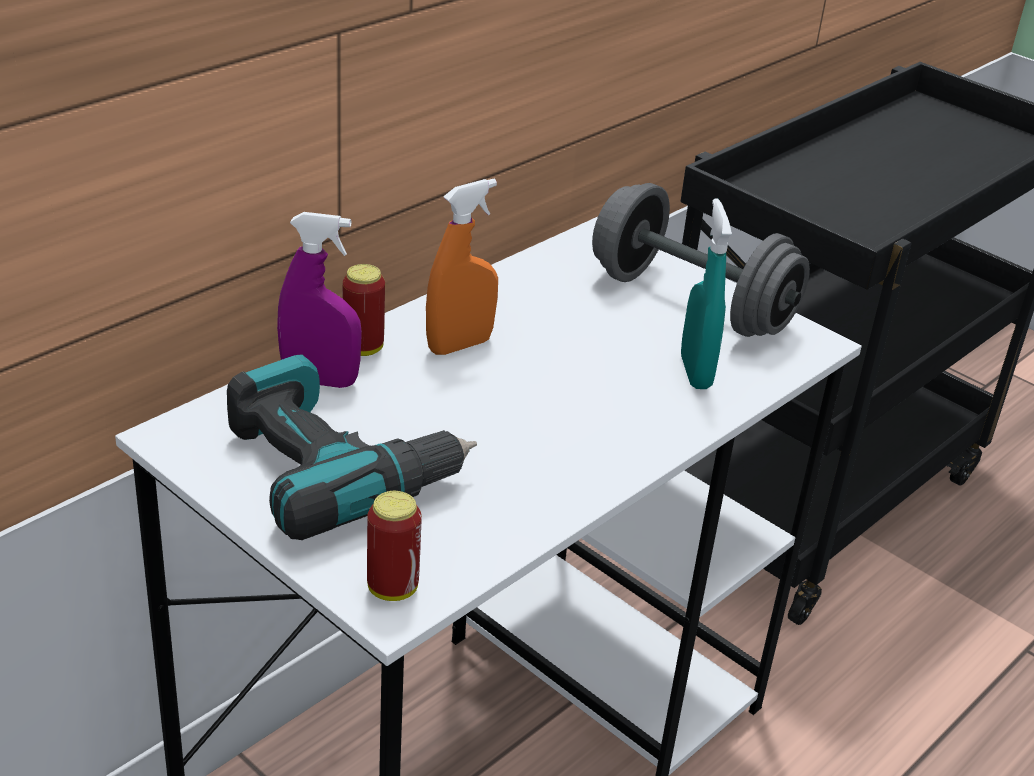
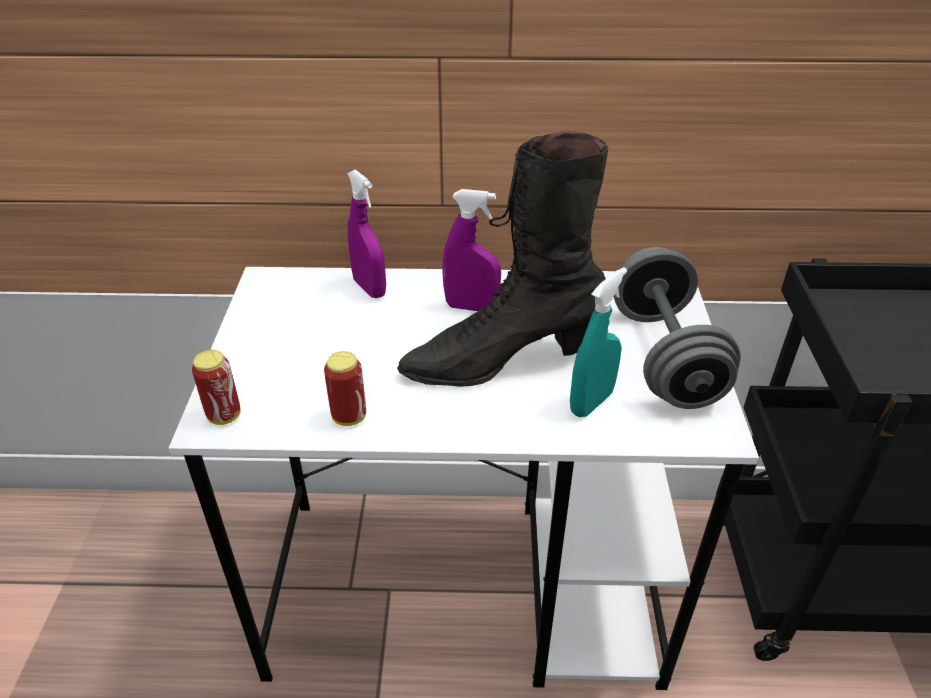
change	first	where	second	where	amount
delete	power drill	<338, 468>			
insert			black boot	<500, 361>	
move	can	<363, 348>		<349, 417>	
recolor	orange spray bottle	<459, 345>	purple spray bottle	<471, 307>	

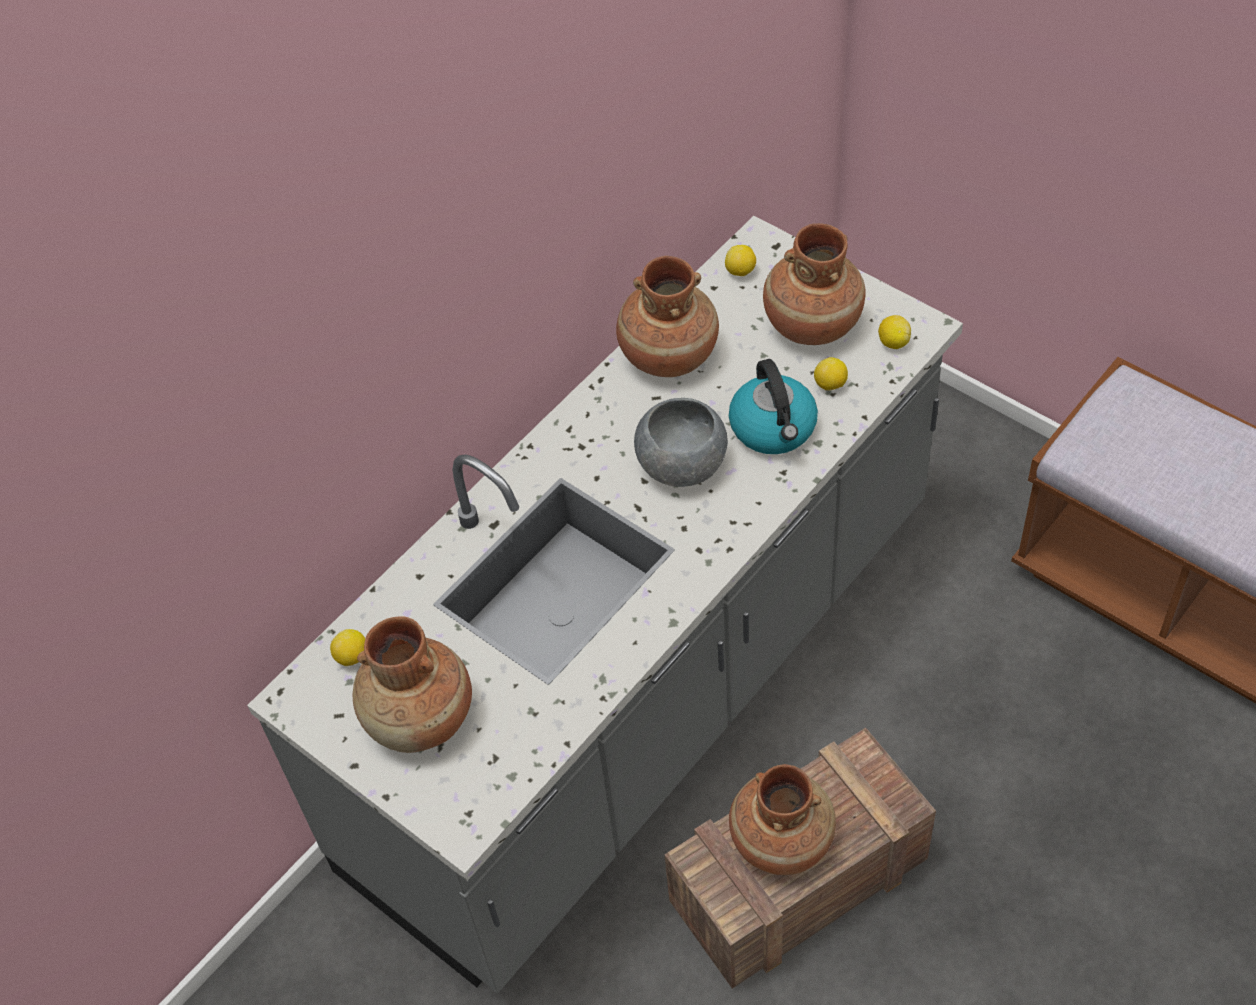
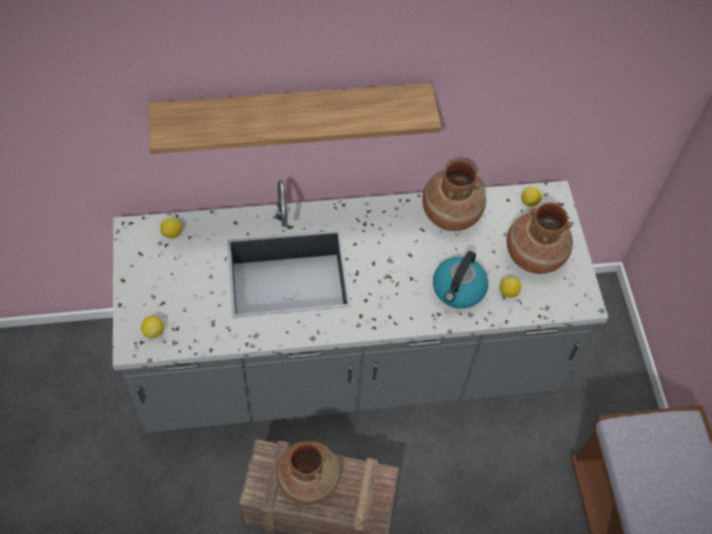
change	first	where	second	where	amount
delete	brown vase	<420, 719>			
delete	grey bowl	<682, 464>			
insert			shelf	<292, 115>	
move	lemon	<893, 342>		<153, 331>	

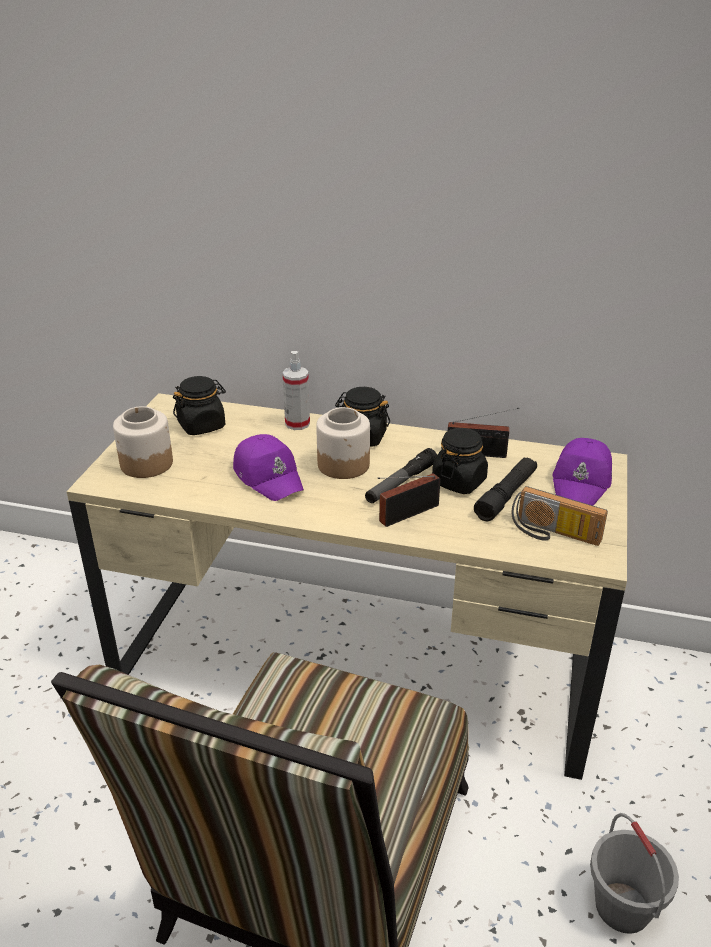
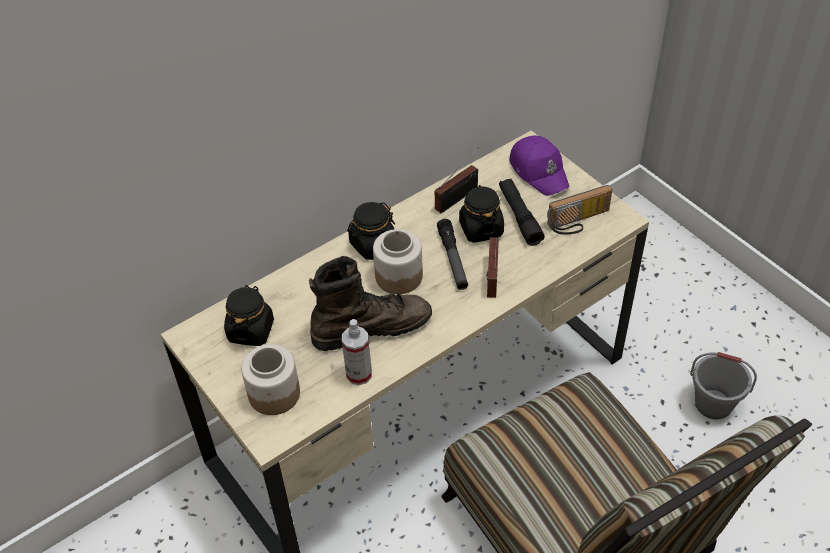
change	first	where	second	where	amount
move	spray bottle	<297, 423>		<359, 374>	
replace	purple cap	<269, 476>	brown boot	<371, 327>	

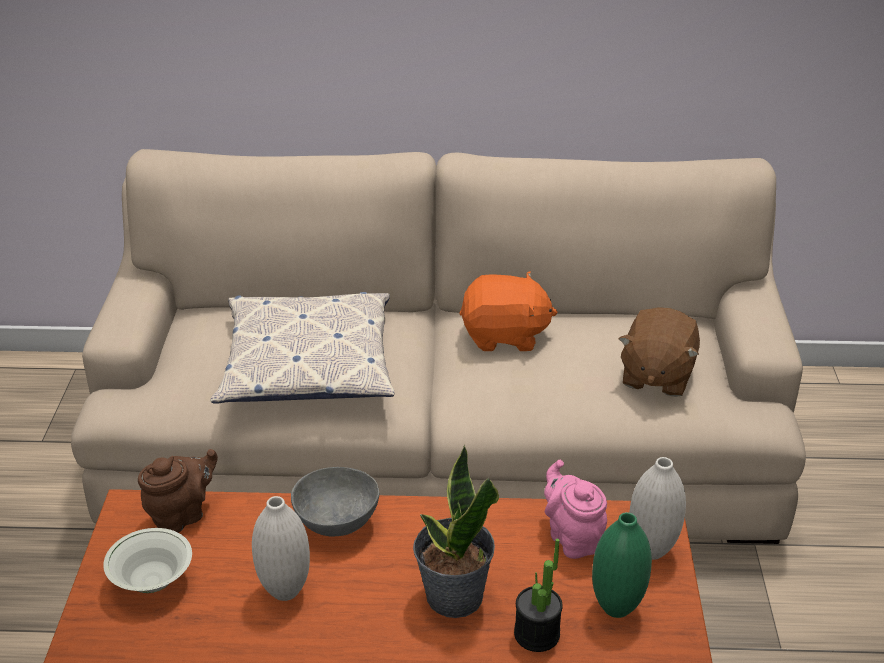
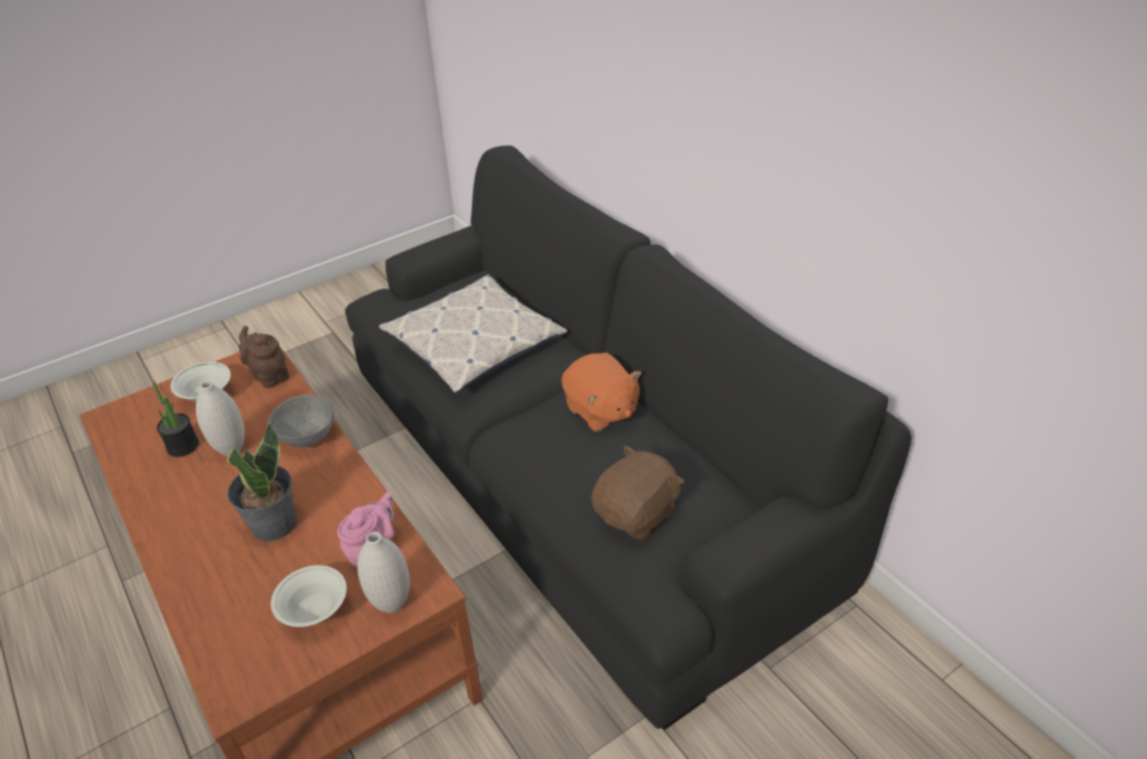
change	first	where	second	where	amount
move	potted plant	<536, 634>		<183, 446>	
replace	green vase	<616, 607>	white bowl	<315, 612>	
recolor	beige sofa	<442, 447>	black sofa	<579, 472>	
rotate	brown teapot	<182, 516>		<269, 375>	150 degrees counterclockwise
rotate	brown plush toy	<656, 376>		<637, 514>	150 degrees clockwise

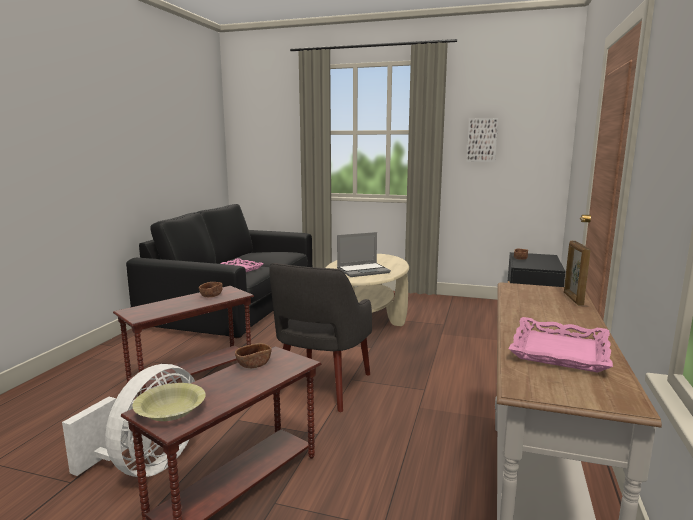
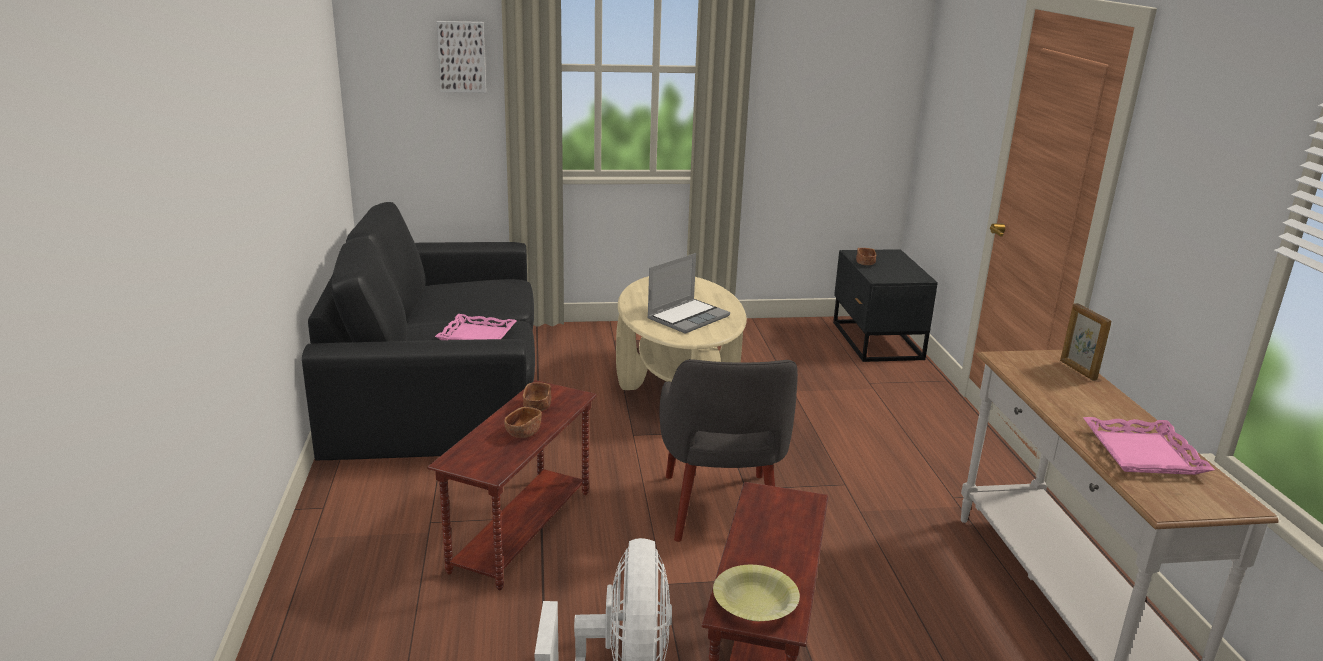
change	first	where	second	where	amount
move	brown bowl	<253, 364>		<523, 432>	
move	picture	<482, 140>		<462, 56>	

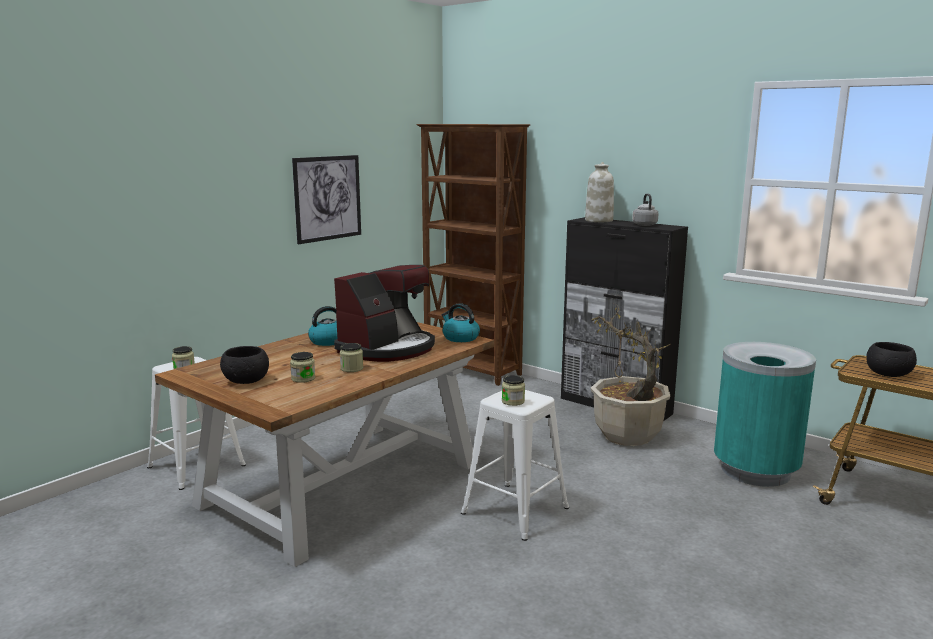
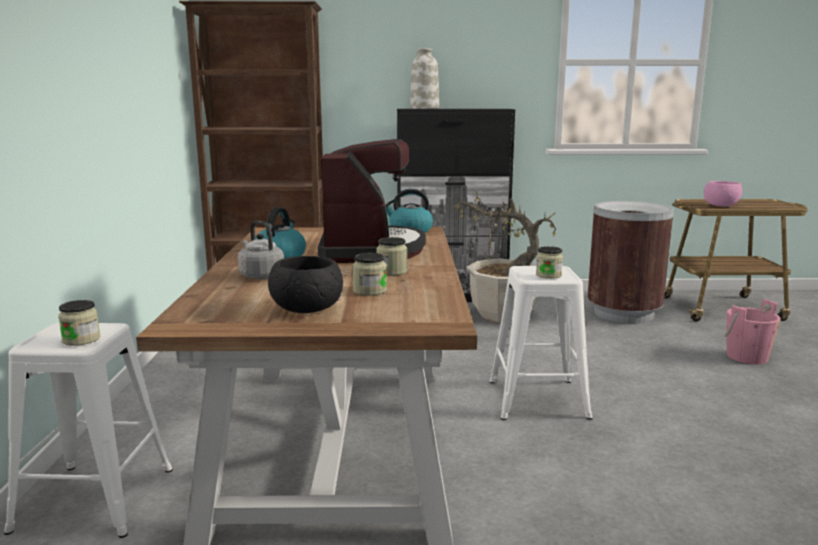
change	first	where	second	where	amount
delete	picture	<328, 198>			
insert			pink bucket	<747, 357>	
move	grey kettle	<644, 224>		<260, 275>	
recolor	turquoise trash can	<755, 470>	brown trash can	<623, 313>	
recolor	black bowl	<888, 374>	pink bowl	<720, 205>	

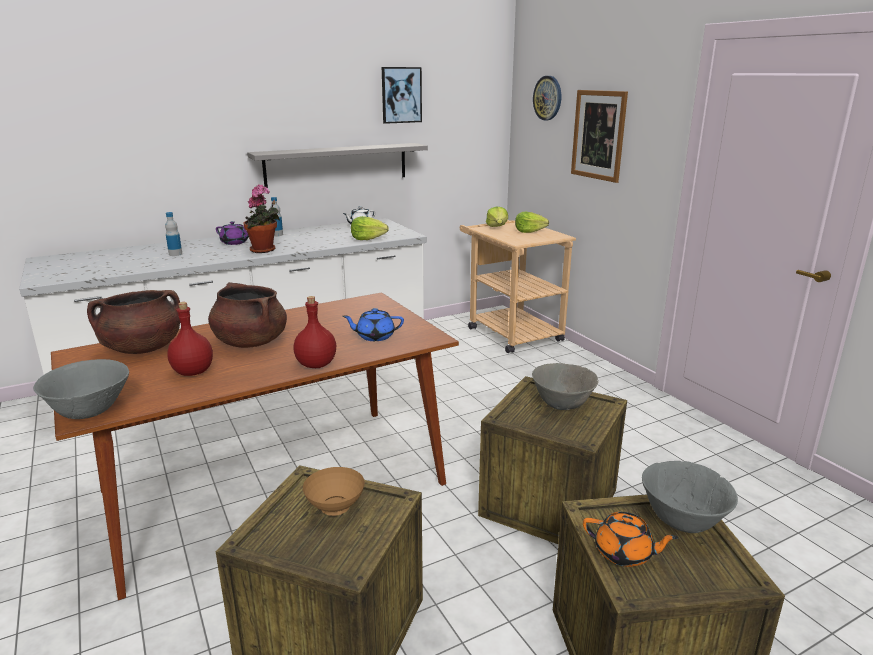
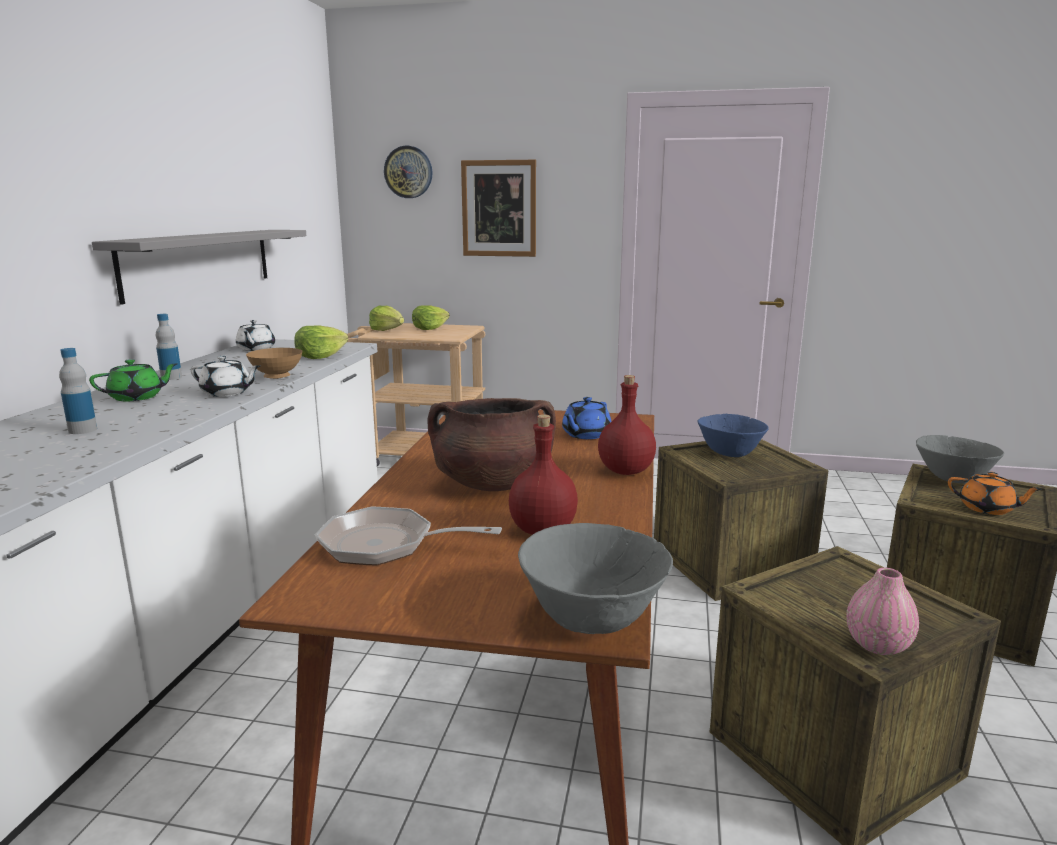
change	first	where	second	where	amount
delete	picture	<401, 95>			
insert			pink vase	<877, 645>	
move	brown bowl	<336, 507>		<276, 377>	
replace	brown cooking pot	<142, 348>	frying pan	<386, 545>	
replace	potted plant	<264, 250>	white teapot	<227, 393>	
recolor	purple teapot	<235, 243>	green teapot	<137, 397>	
recolor	grey bowl	<562, 404>	blue bowl	<729, 454>	
rotate	orange teapot	<624, 553>		<987, 509>	60 degrees clockwise

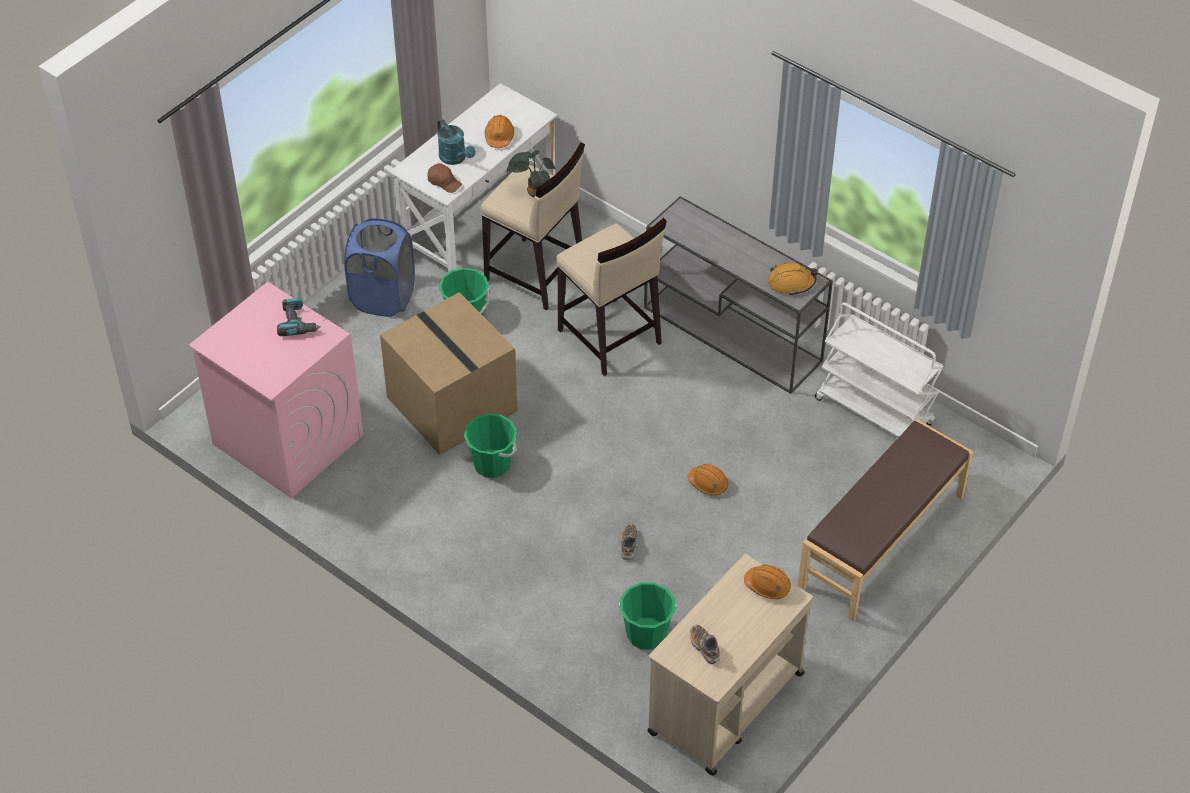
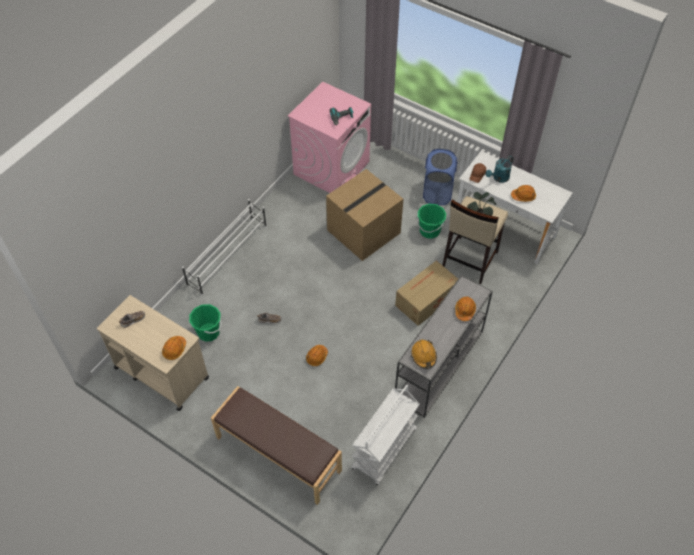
change	first	where	second	where	amount
delete	green bucket	<492, 464>			
insert			white shoe rack	<228, 255>	
insert			orange hard hat	<465, 310>	
replace	beige stool	<609, 338>	cardboard box	<425, 300>	

